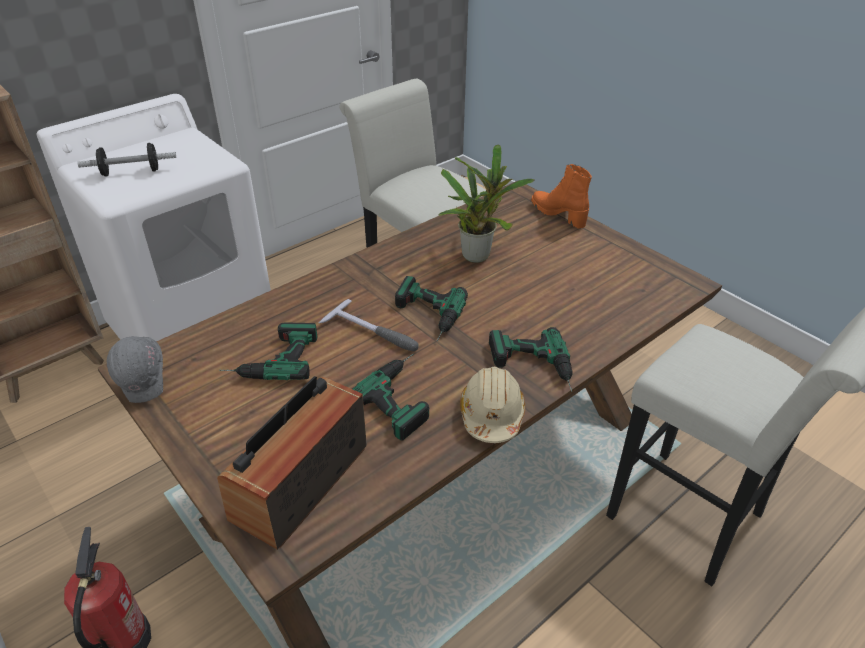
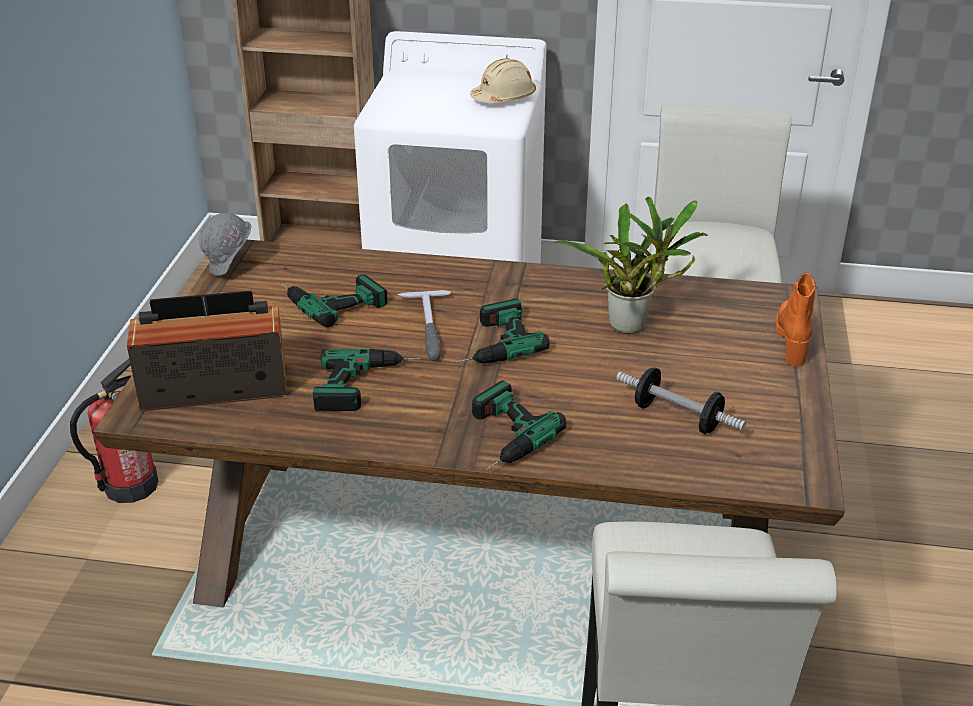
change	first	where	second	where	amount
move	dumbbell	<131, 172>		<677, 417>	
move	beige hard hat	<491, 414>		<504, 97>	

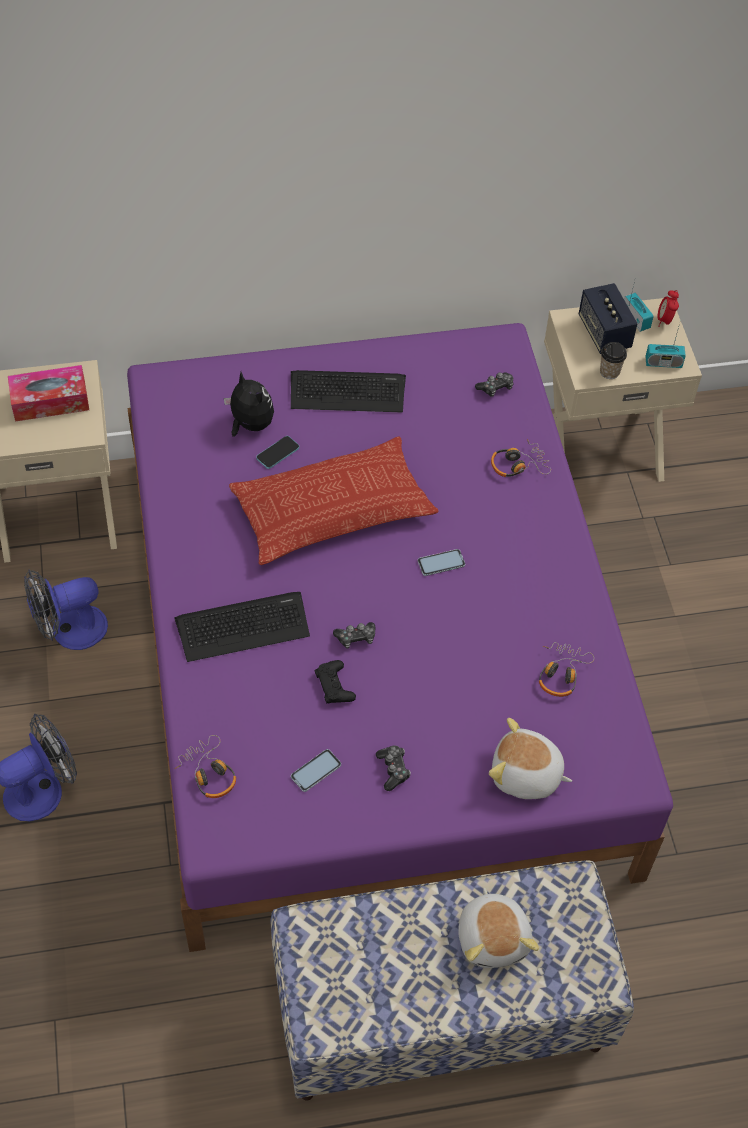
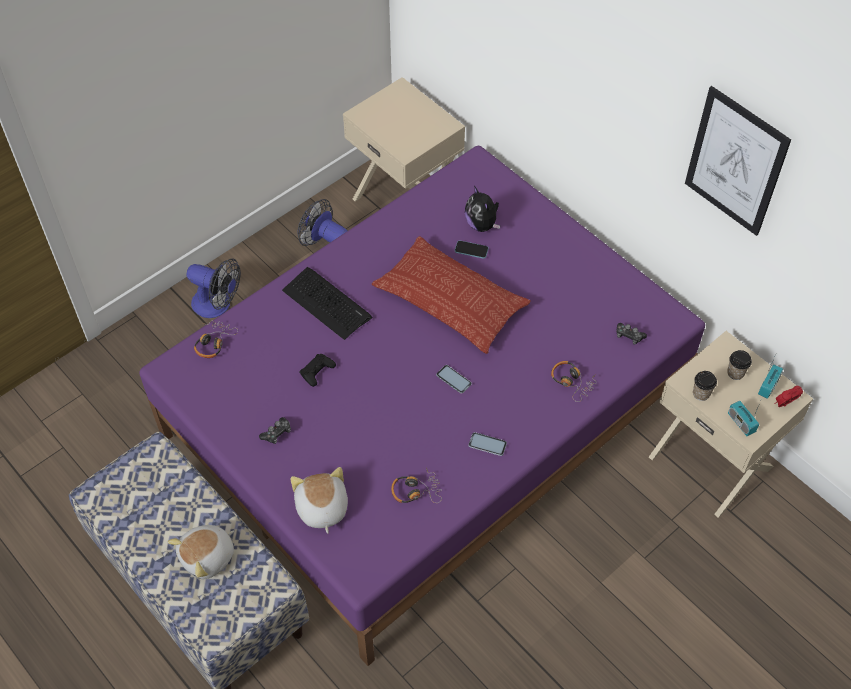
change	first	where	second	where	amount
delete	tissue box	<50, 401>			
delete	keyboard	<347, 392>			
delete	game controller	<356, 638>			
insert			picture	<735, 162>	
move	phone	<316, 771>		<487, 444>	
replace	speaker	<604, 333>	cup	<735, 373>	
rotate	plush toy	<250, 424>		<482, 225>	135 degrees clockwise

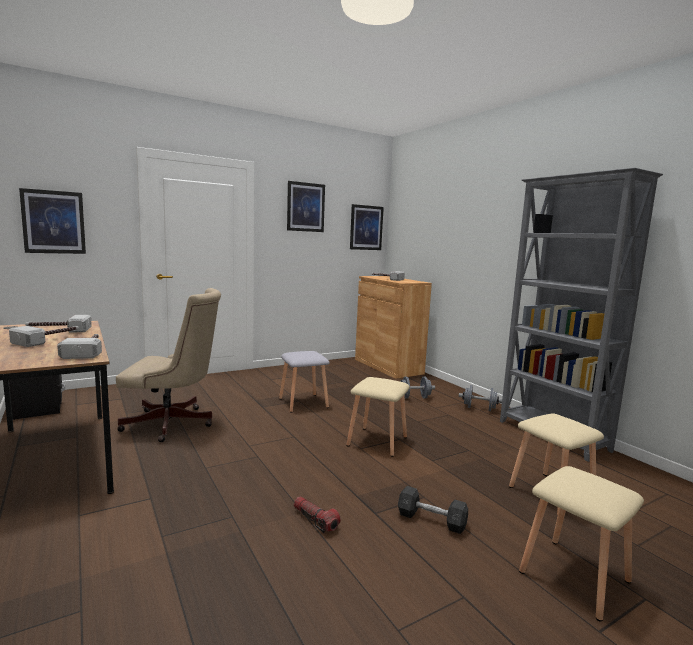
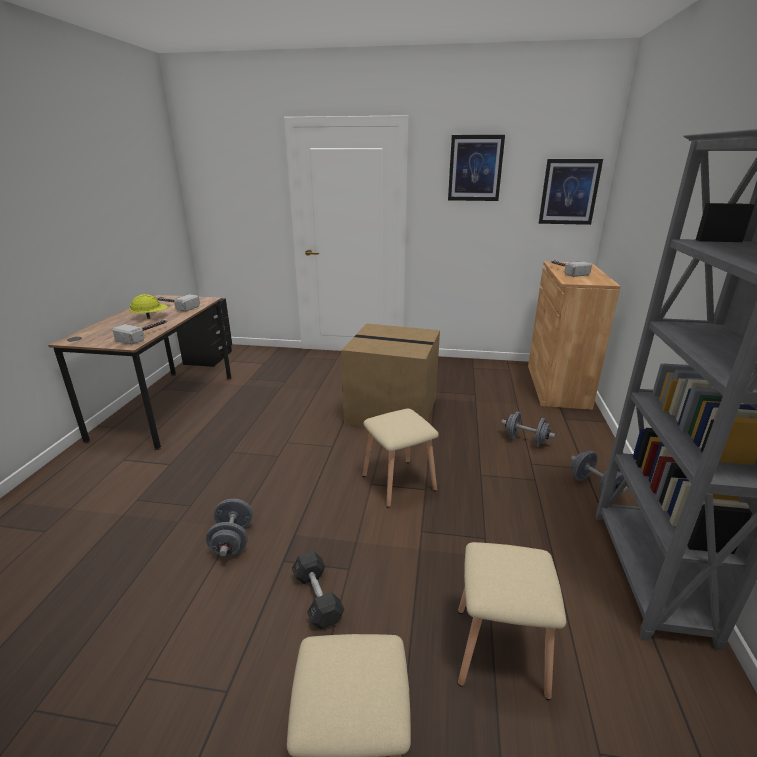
change	first	where	second	where	amount
delete	picture	<54, 222>			
delete	beige office chair	<173, 424>			
replace	hammer	<49, 340>	yellow hard hat	<150, 317>	
replace	grey stool	<304, 403>	cardboard box	<393, 409>	
replace	flashlight	<315, 520>	grey dumbbell	<232, 541>	

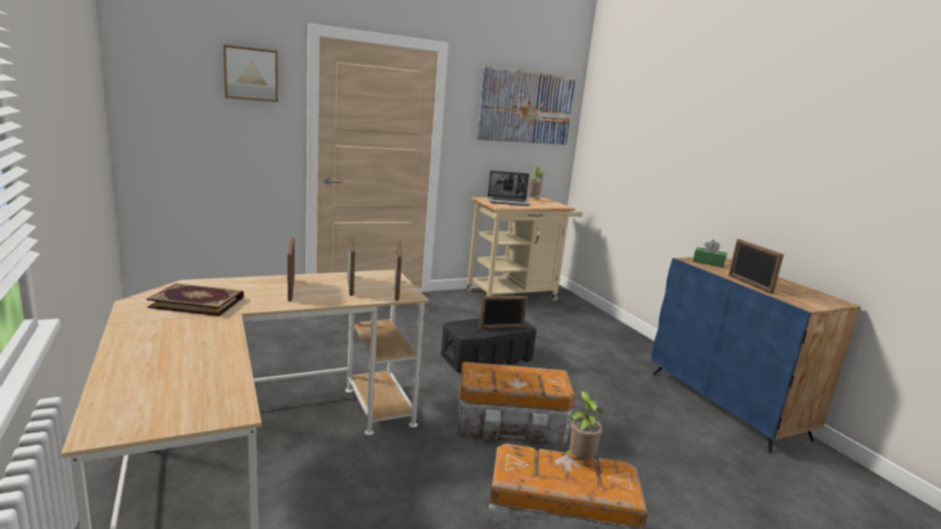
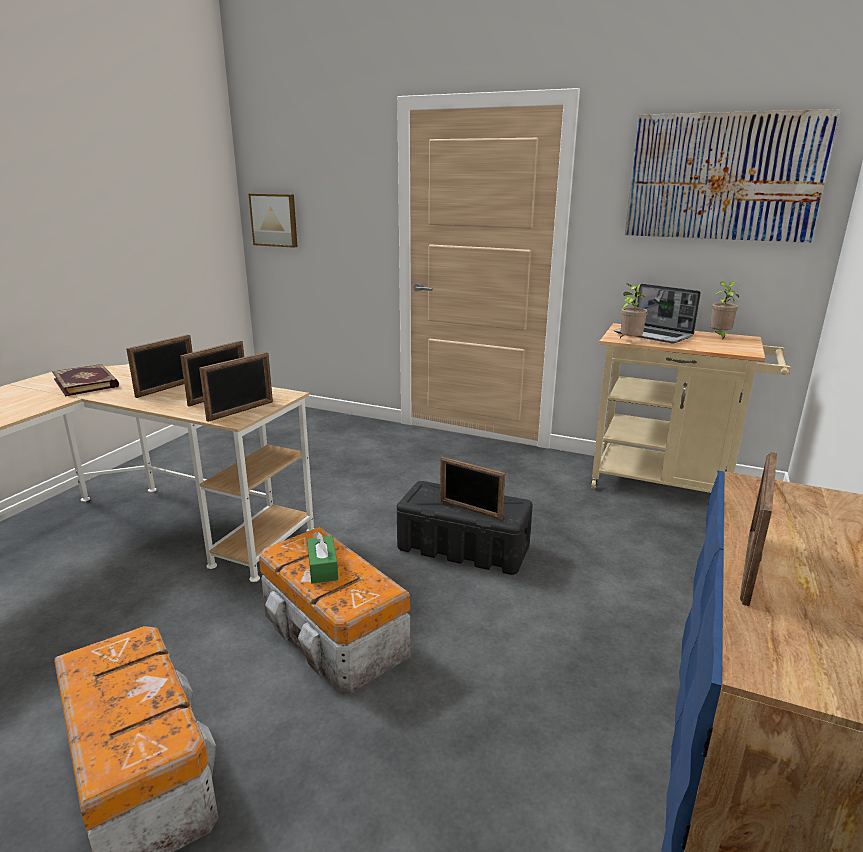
change	first	where	second	where	amount
move	picture	<251, 74>		<275, 220>	
move	potted plant	<578, 459>		<629, 342>	
move	green tissue box	<708, 263>		<323, 568>	

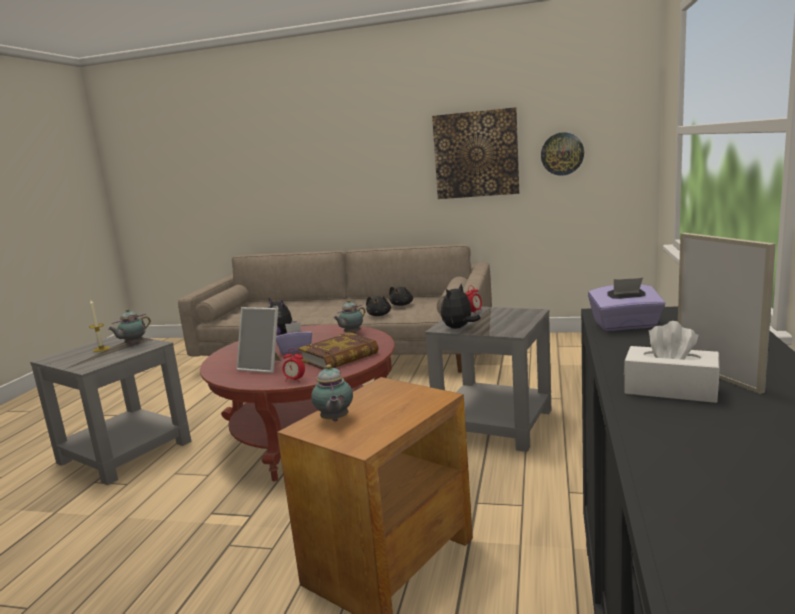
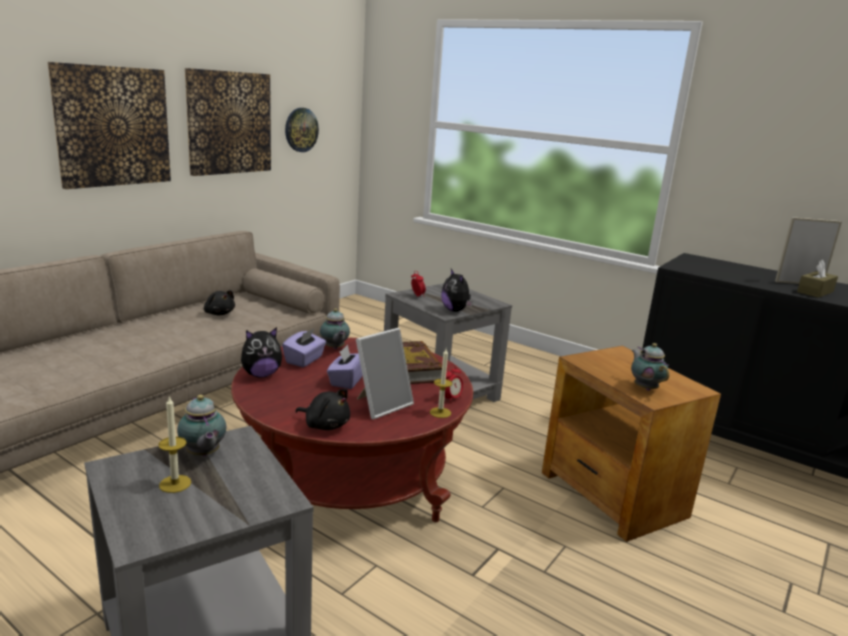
change	first	where	second	where	amount
insert			picture	<113, 126>	
insert			candle	<440, 412>	
move	black plush toy	<379, 315>		<325, 425>	
move	purple tissue box	<625, 325>		<304, 360>	
recolor	white tissue box	<670, 389>	brown tissue box	<815, 292>	
rotate	teapot	<334, 420>		<644, 388>	120 degrees counterclockwise

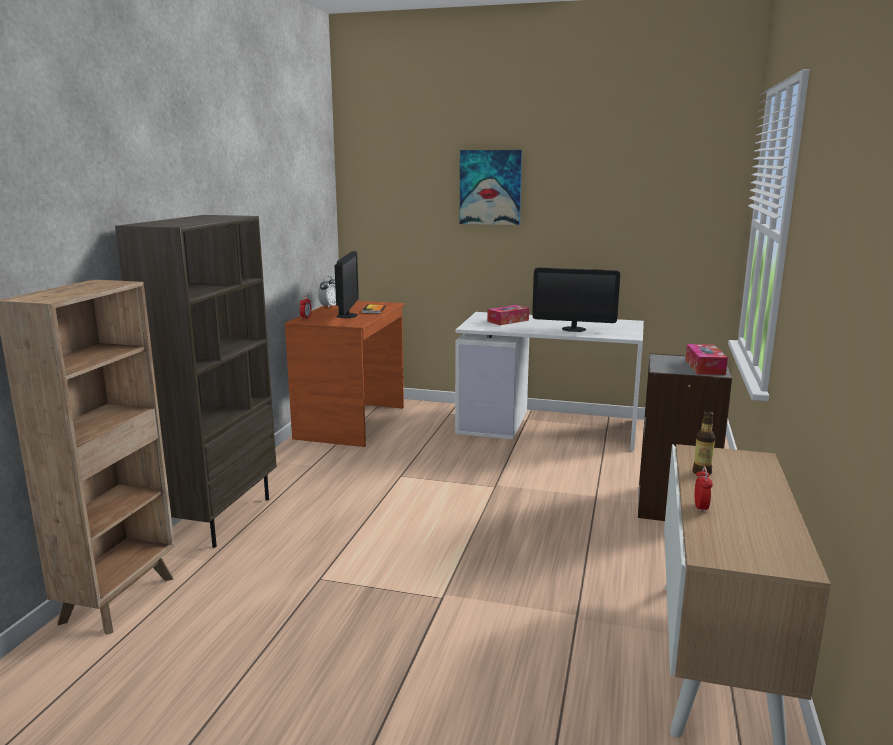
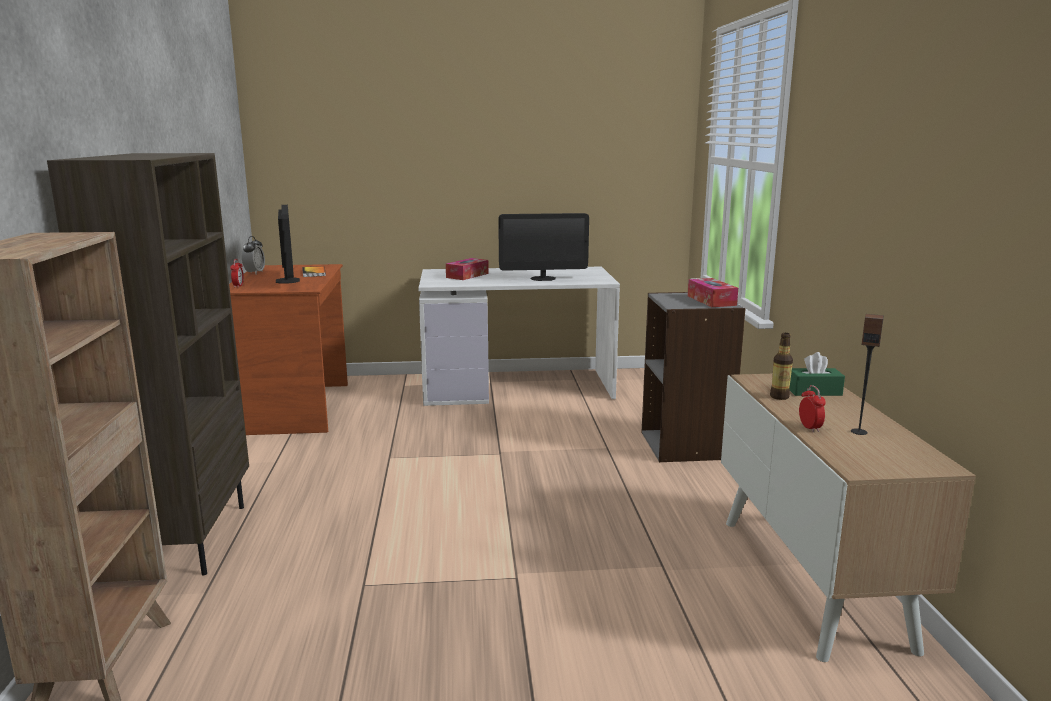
change	first	where	second	where	amount
delete	picture	<490, 187>			
insert			green tissue box	<814, 391>	
insert			speaker	<859, 432>	

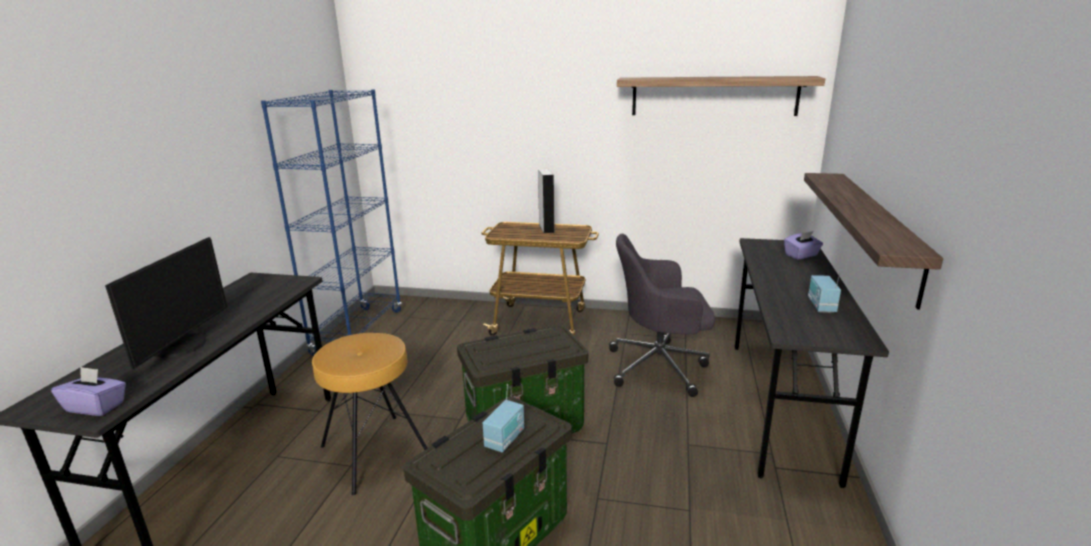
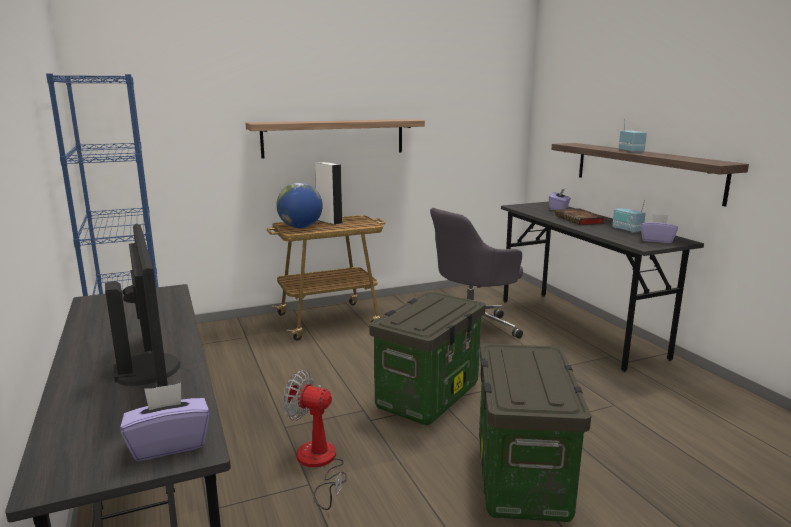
change	first	where	second	where	amount
insert			globe	<300, 227>	
insert			book	<580, 220>	
insert			purple tissue box	<656, 240>	
move	radio	<505, 439>		<631, 151>	
move	shelf	<714, 96>		<334, 138>	
replace	brown stool	<375, 452>	fan	<319, 464>	

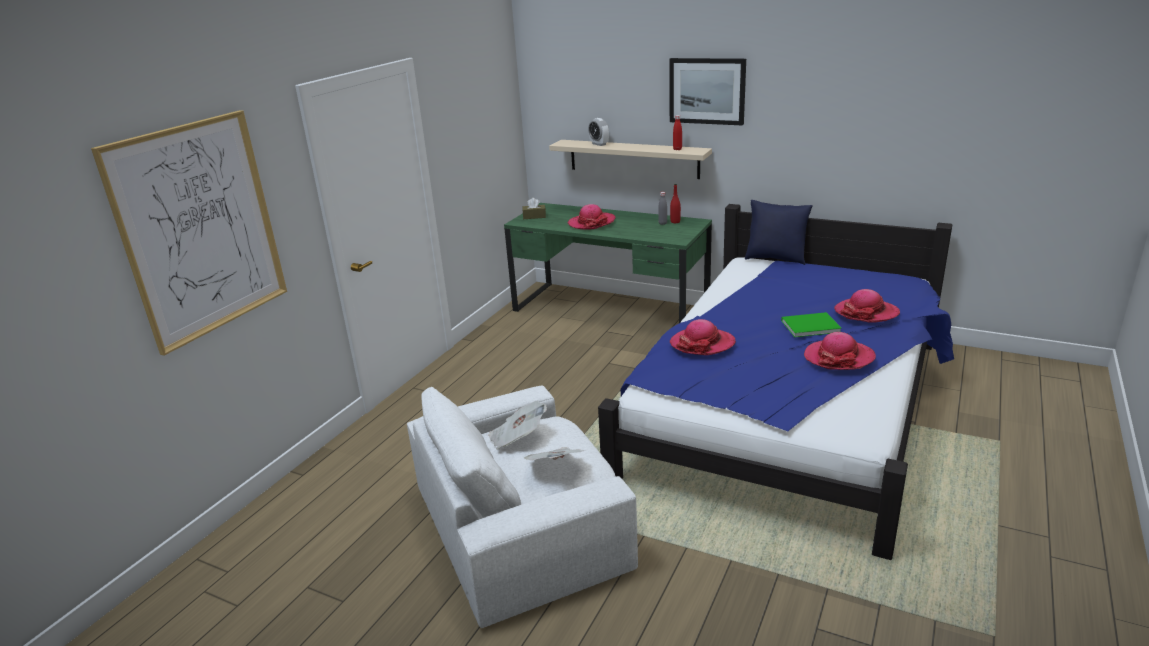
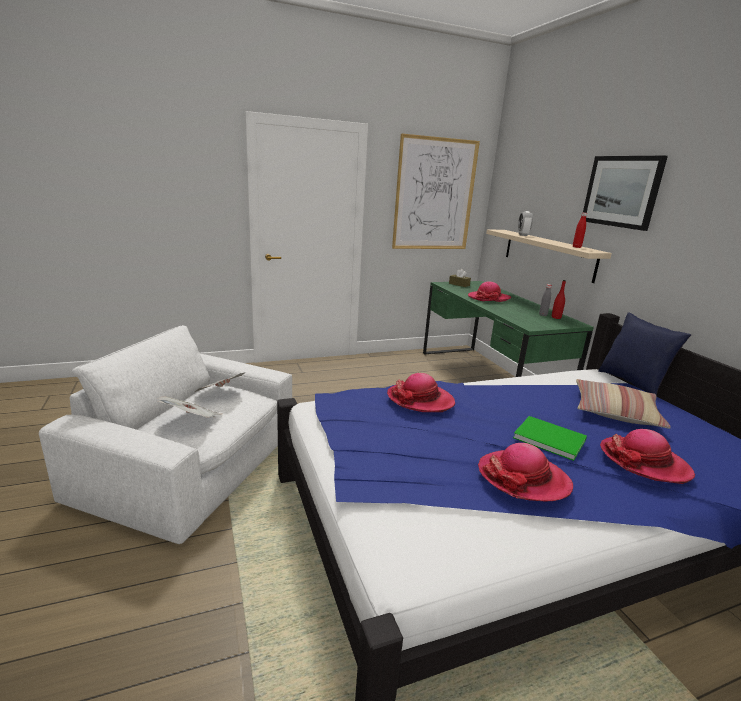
change	first	where	second	where	amount
insert			pillow	<615, 412>	
move	picture	<200, 229>		<434, 195>	

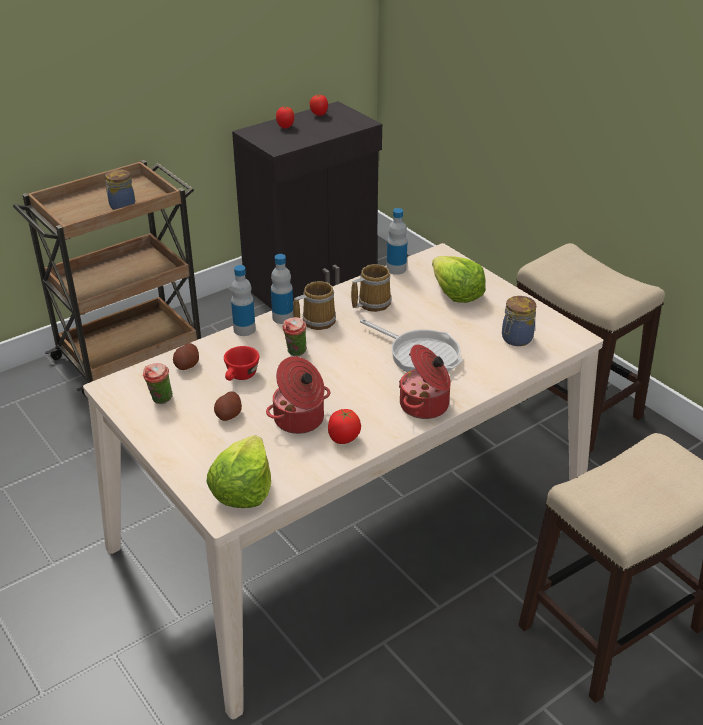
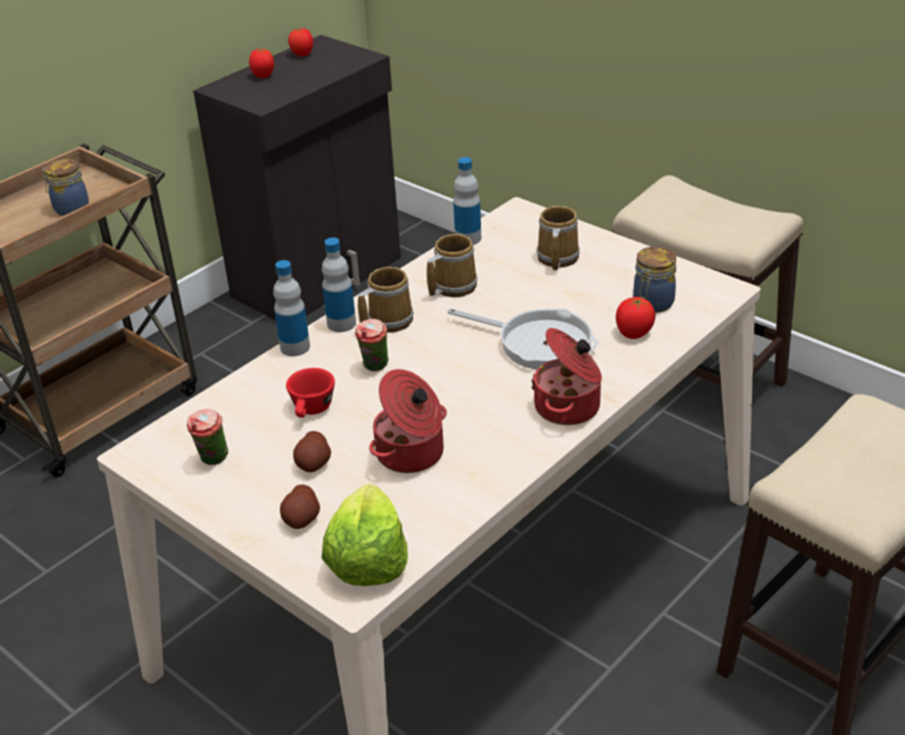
change	first	where	second	where	amount
move	potato	<187, 365>		<302, 519>	
move	tomato	<343, 438>		<634, 333>	
replace	lettuce	<456, 294>	mug	<556, 258>	

